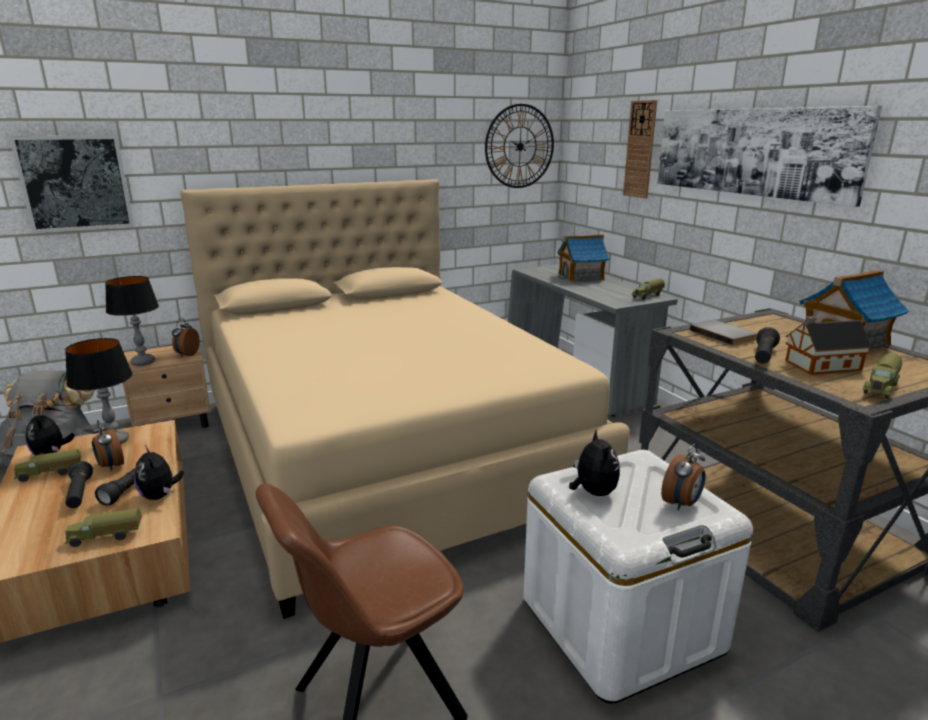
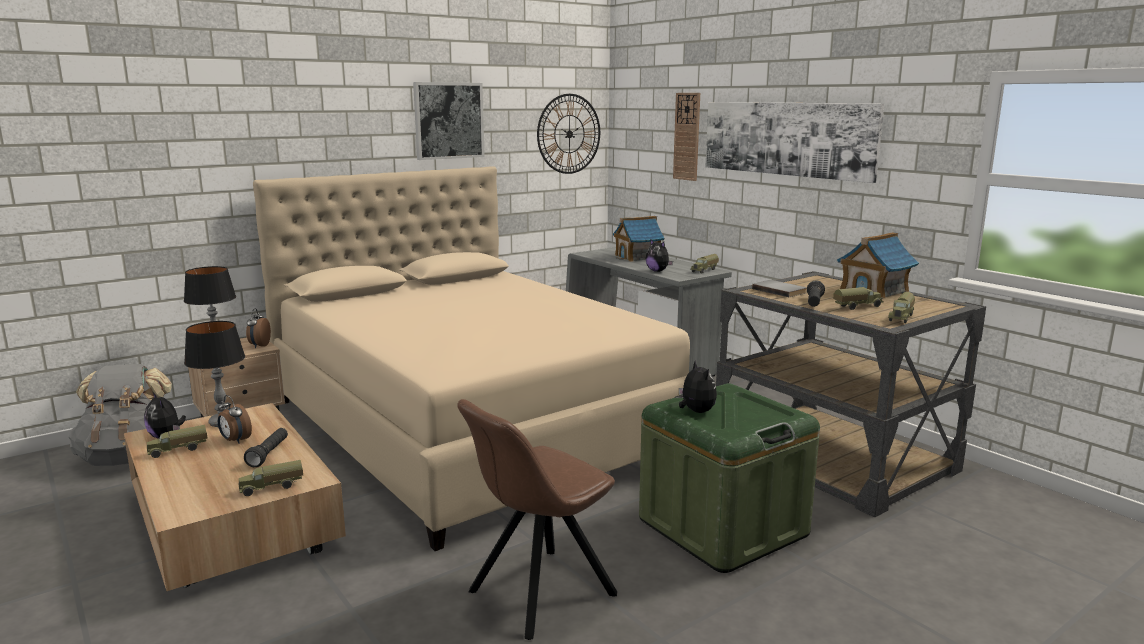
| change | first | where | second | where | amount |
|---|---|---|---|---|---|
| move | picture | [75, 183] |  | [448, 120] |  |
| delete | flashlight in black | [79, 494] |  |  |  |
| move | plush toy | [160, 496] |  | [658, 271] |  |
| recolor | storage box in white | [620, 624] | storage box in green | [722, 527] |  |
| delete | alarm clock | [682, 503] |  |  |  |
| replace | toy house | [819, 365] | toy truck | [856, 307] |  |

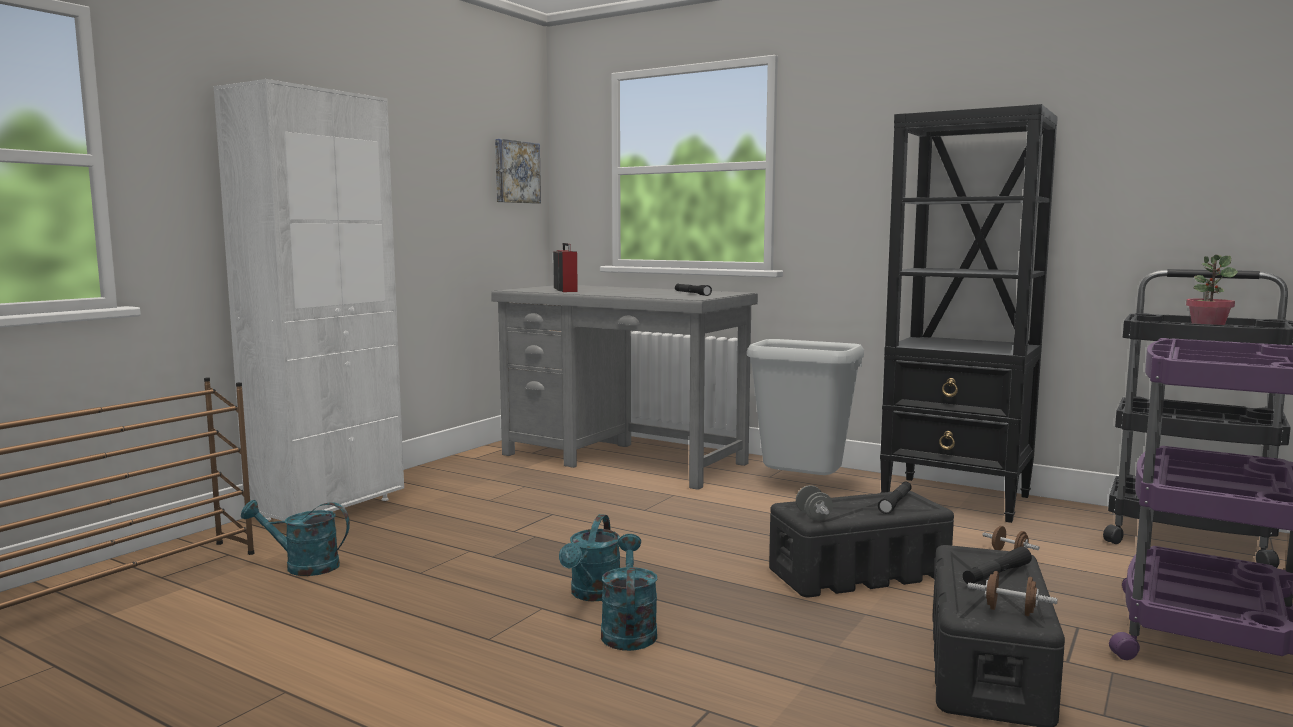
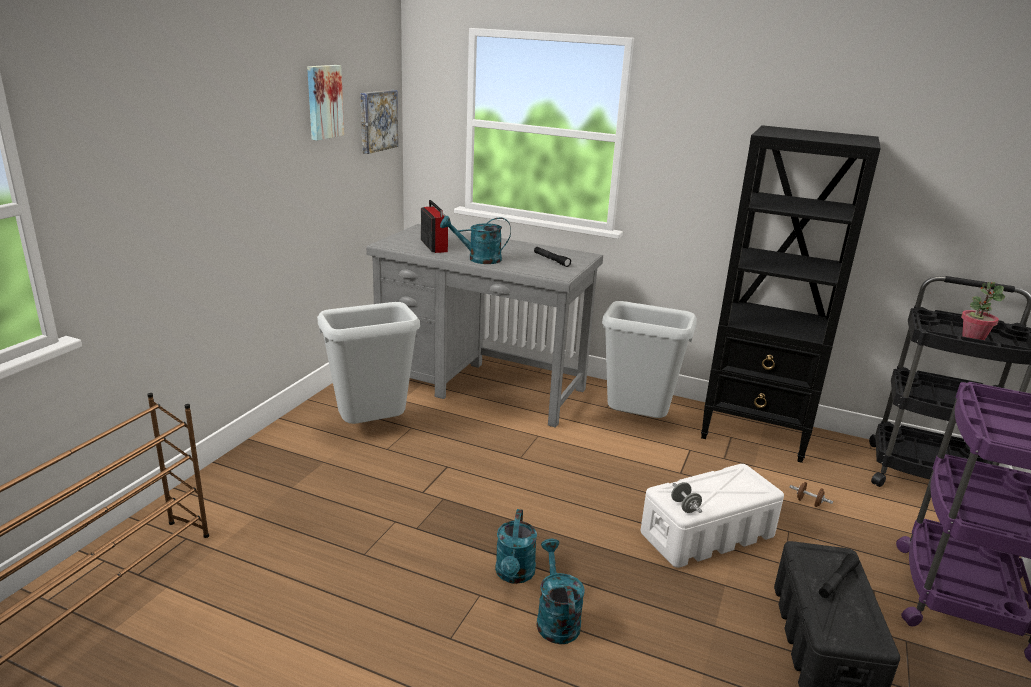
| change | first | where | second | where | amount |
|---|---|---|---|---|---|
| delete | cabinet in white | [329, 509] |  |  |  |
| move | watering can in turquoise | [303, 566] |  | [478, 259] |  |
| recolor | storage box in black | [857, 574] | storage box in white | [706, 535] |  |
| delete | flashlight in black | [895, 503] |  |  |  |
| delete | dumbbell in brown | [1010, 611] |  |  |  |
| insert |  |  | picture | [323, 102] |  |
| insert |  |  | trash can in grey | [372, 428] |  |

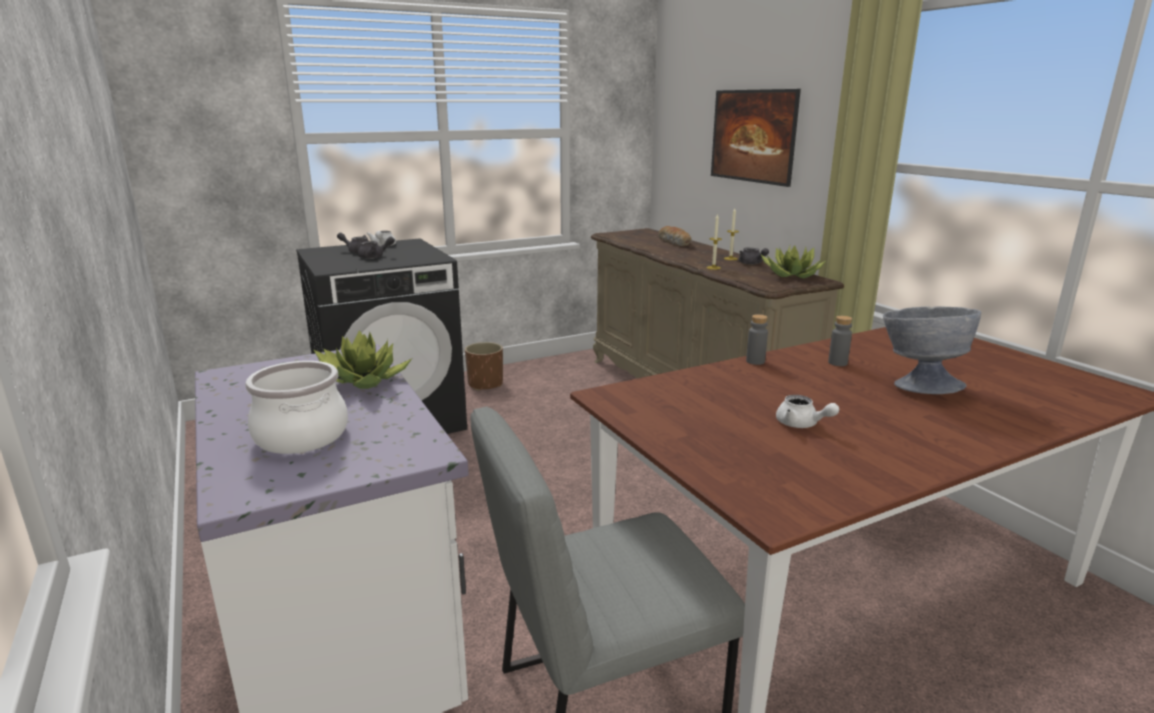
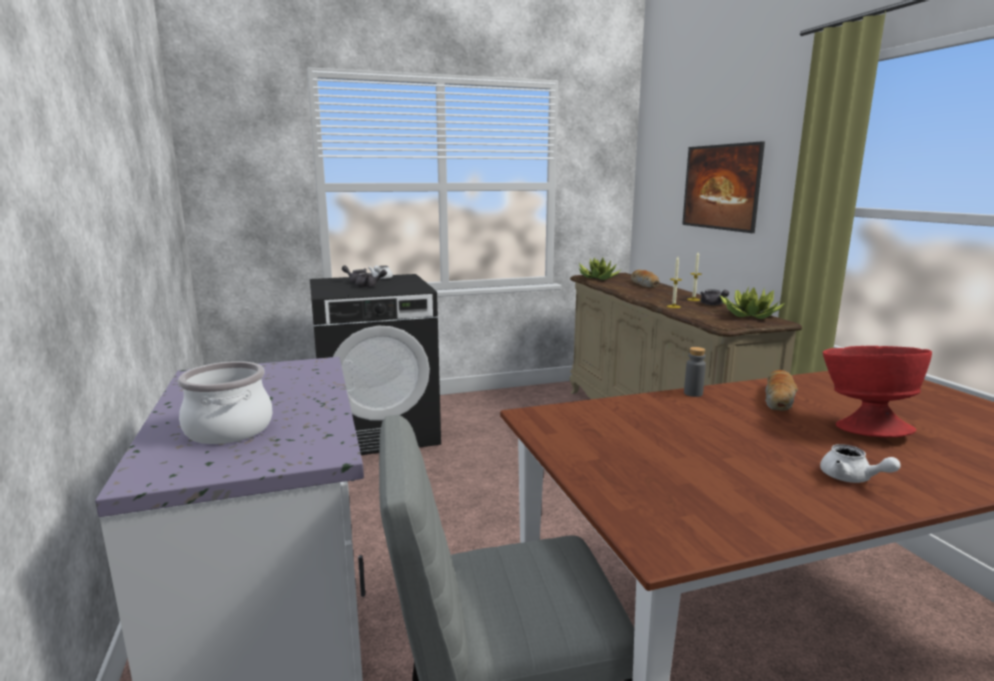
| change | first | where | second | where | amount |
|---|---|---|---|---|---|
| move | potted plant | [362, 381] |  | [598, 278] |  |
| delete | planter in brown | [485, 384] |  |  |  |
| move | teapot in white | [801, 425] |  | [851, 478] |  |
| replace | bottle in grey | [837, 363] | bread | [779, 400] |  |
| recolor | bowl in grey | [917, 386] | bowl in red | [862, 428] |  |

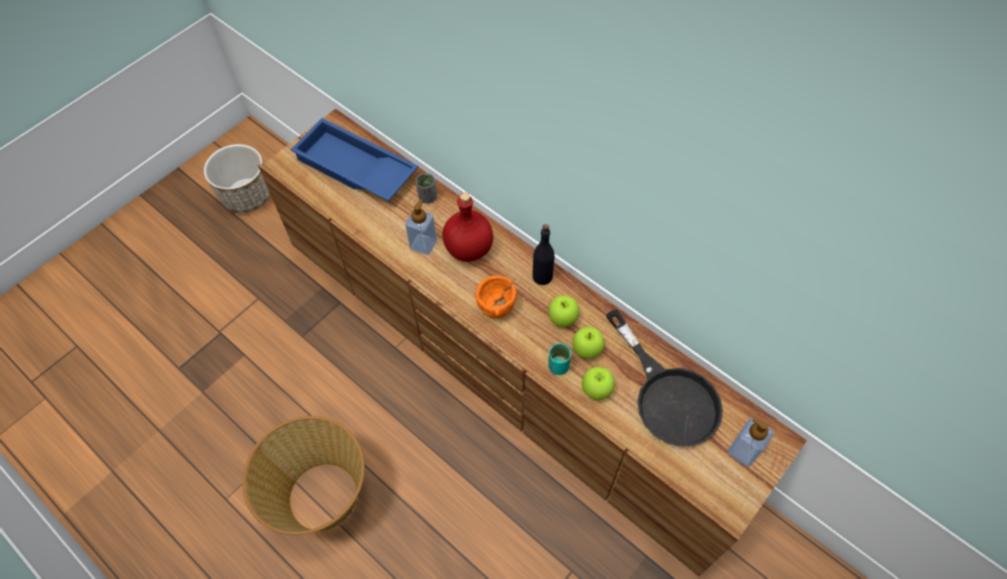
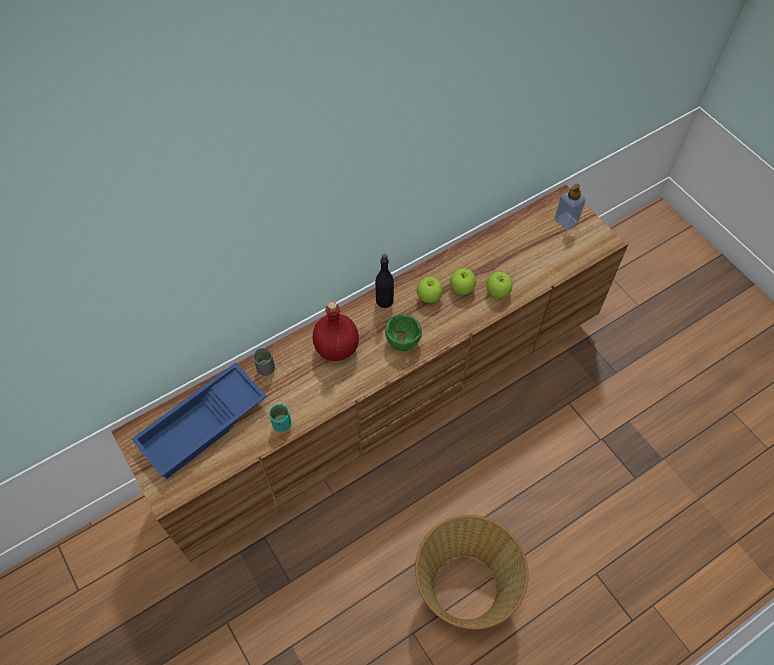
| change | first | where | second | where | amount |
|---|---|---|---|---|---|
| delete | planter | [247, 196] |  |  |  |
| delete | soap dispenser | [423, 244] |  |  |  |
| recolor | bowl in orange | [496, 306] | bowl in green | [402, 341] |  |
| move | cup in turquoise | [558, 366] |  | [282, 424] |  |
| delete | frying pan in black | [668, 395] |  |  |  |

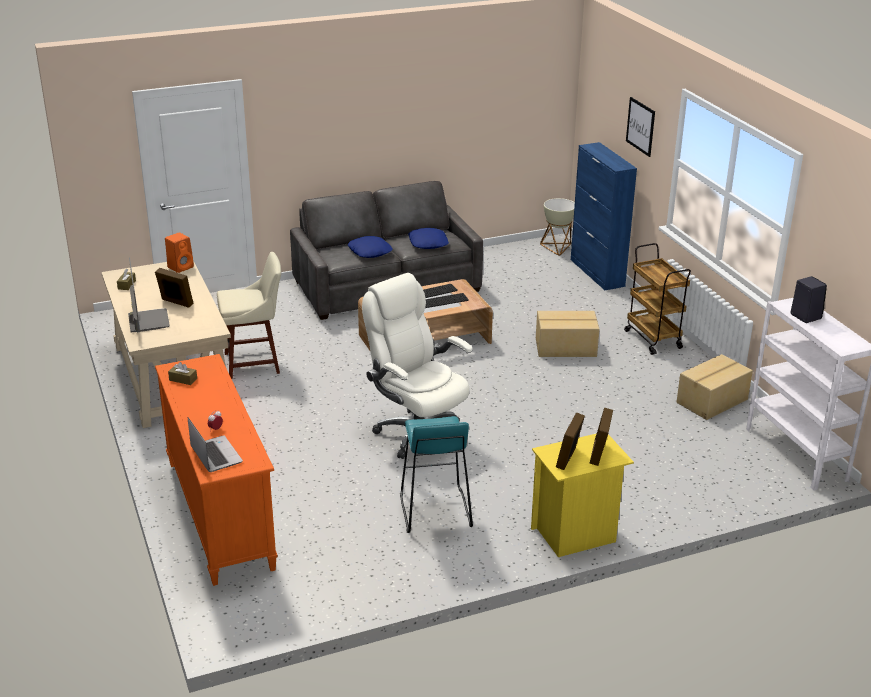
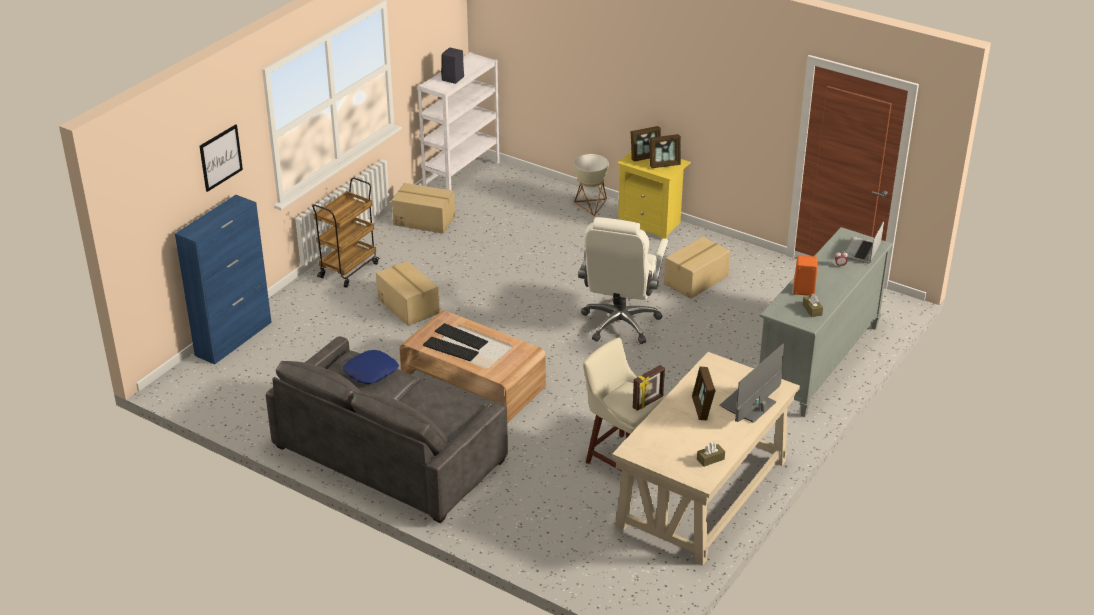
| change | first | where | second | where | amount |
|---|---|---|---|---|---|
| recolor | dresser in orange | [220, 513] | dresser in grey | [817, 362] |  |
| move | speaker in orange | [181, 267] |  | [803, 290] |  |
| delete | pillow in blue | [370, 251] |  |  |  |
| replace | stool in turquoise | [434, 511] | cardboard box | [696, 280] |  |
| move | planter | [557, 248] |  | [590, 205] |  |
| insert |  |  | picture frame | [648, 402] |  |

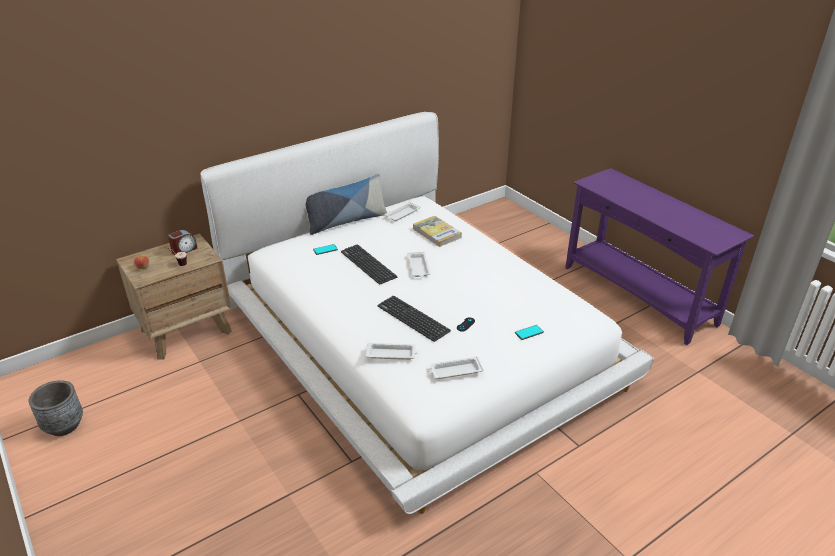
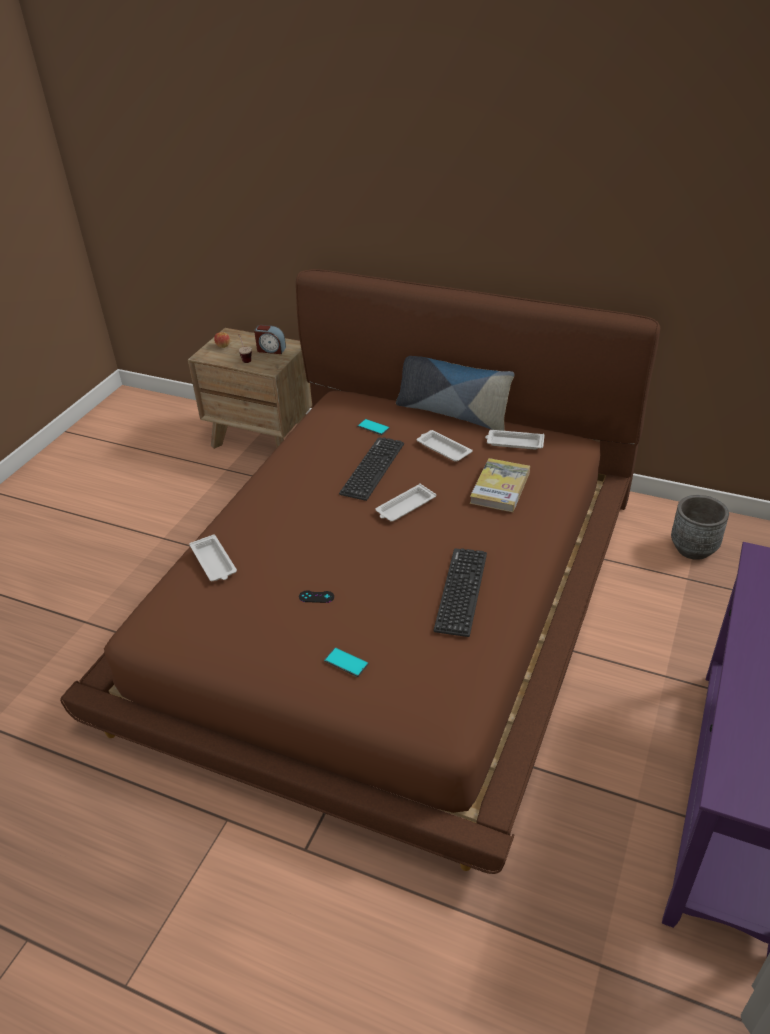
| change | first | where | second | where | amount |
|---|---|---|---|---|---|
| move | planter in grey | [64, 425] |  | [693, 548] |  |
| recolor | bed in white | [417, 340] | bed in brown | [389, 599] |  |
| move | keyboard | [413, 318] |  | [461, 591] |  |
| move | tray in white | [455, 371] |  | [443, 449] |  |

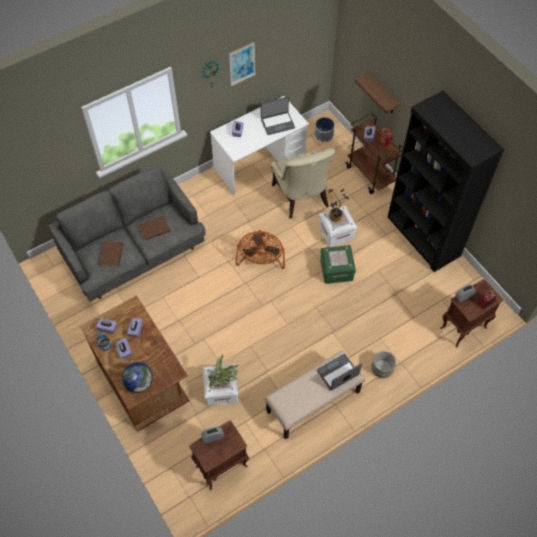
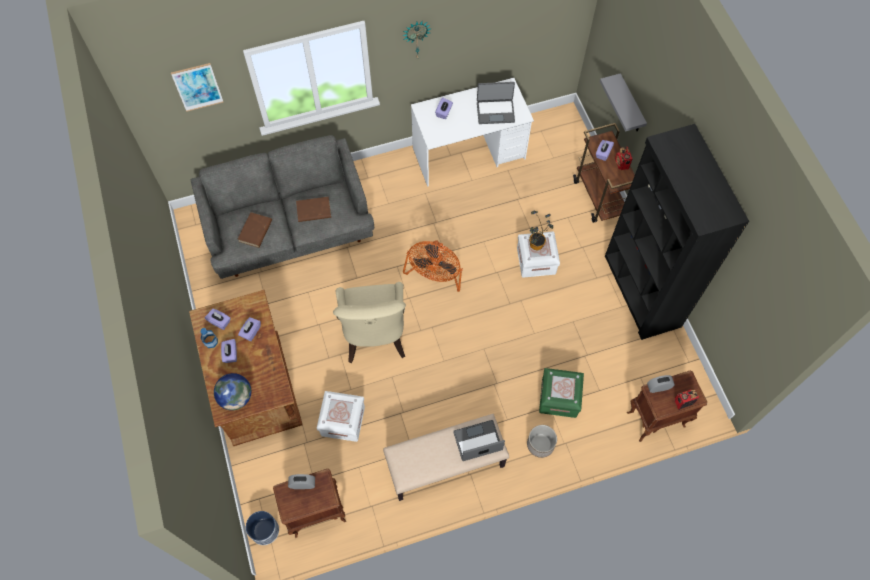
| change | first | where | second | where | amount |
|---|---|---|---|---|---|
| delete | potted plant | [224, 379] |  |  |  |
| move | picture | [242, 64] |  | [197, 87] |  |
| move | chair in beige | [301, 196] |  | [374, 333] |  |
| move | planter | [323, 135] |  | [264, 530] |  |
| move | storage box in green | [336, 270] |  | [559, 398] |  |
| recolor | shelf in brown | [382, 95] | shelf in grey | [631, 105] |  |

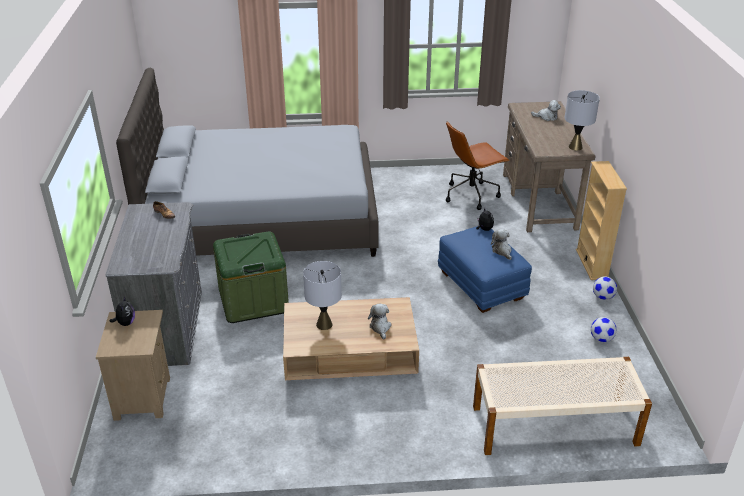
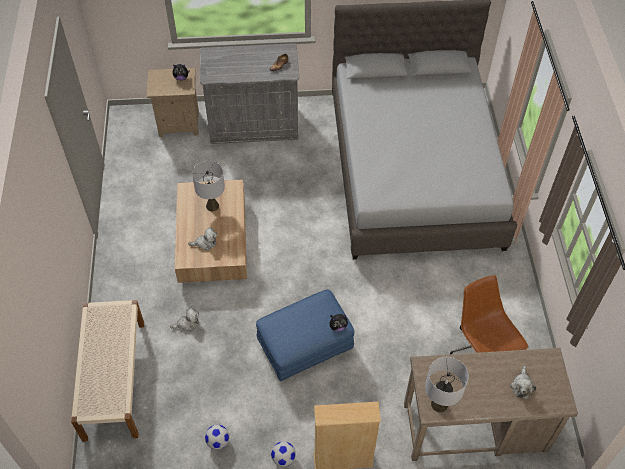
| change | first | where | second | where | amount |
|---|---|---|---|---|---|
| delete | storage box in green | [253, 300] |  |  |  |
| move | plush toy | [502, 251] |  | [187, 323] |  |

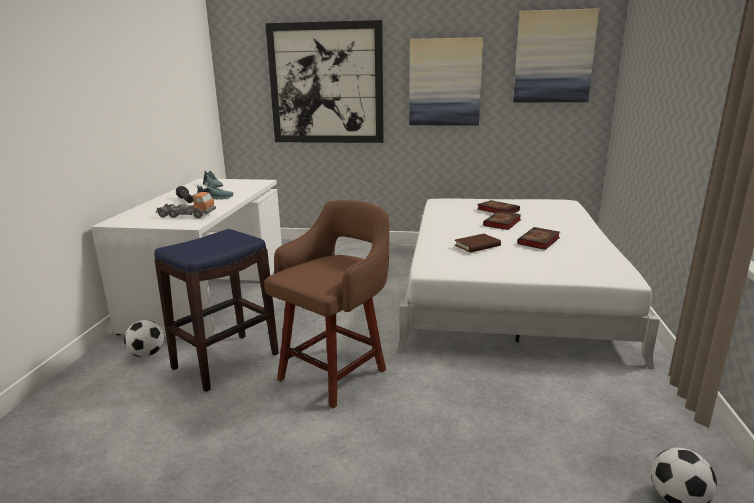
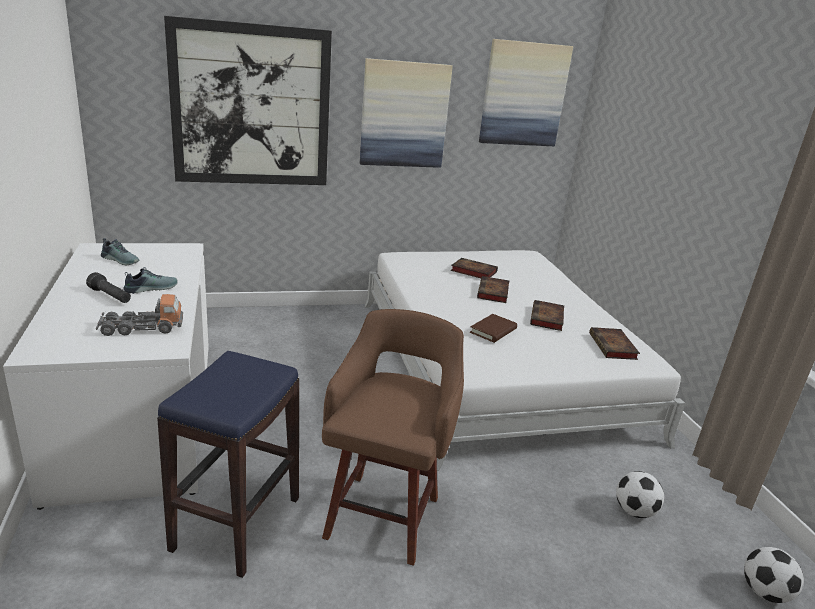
| change | first | where | second | where | amount |
|---|---|---|---|---|---|
| move | football | [147, 354] |  | [634, 511] |  |
| insert |  |  | book | [613, 347] |  |

